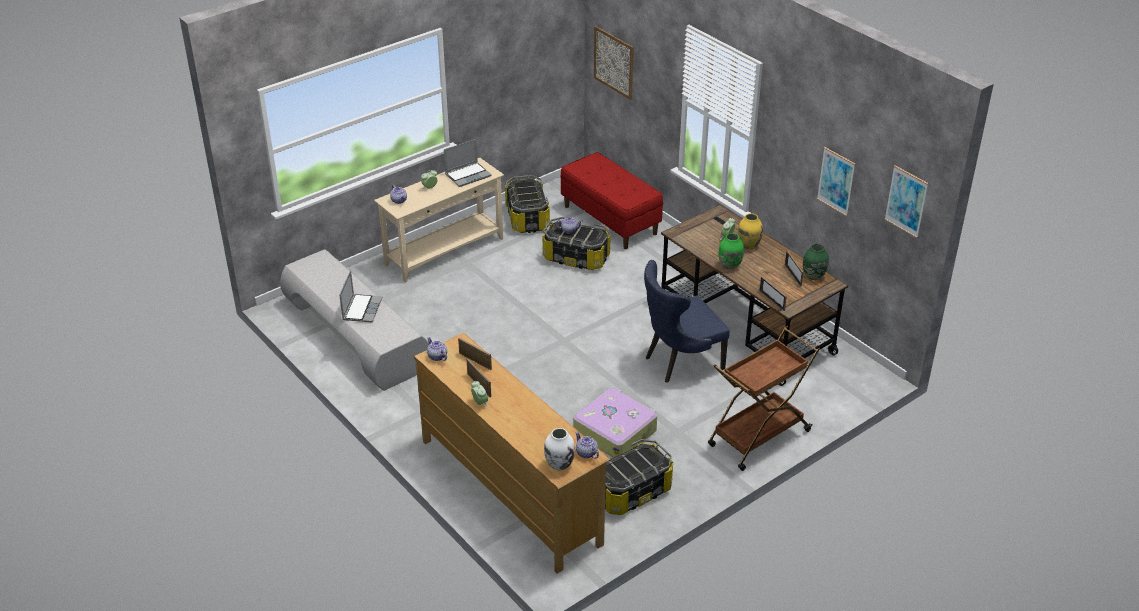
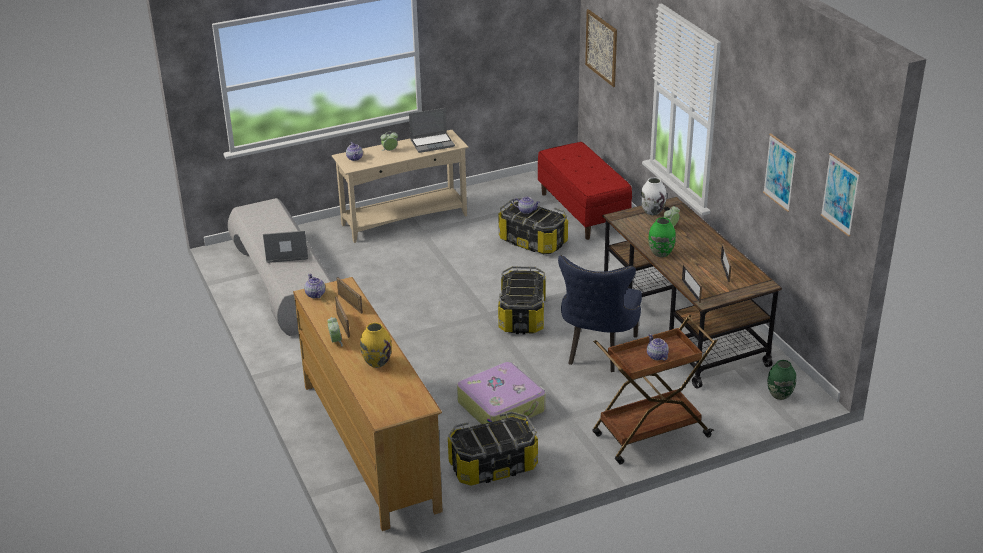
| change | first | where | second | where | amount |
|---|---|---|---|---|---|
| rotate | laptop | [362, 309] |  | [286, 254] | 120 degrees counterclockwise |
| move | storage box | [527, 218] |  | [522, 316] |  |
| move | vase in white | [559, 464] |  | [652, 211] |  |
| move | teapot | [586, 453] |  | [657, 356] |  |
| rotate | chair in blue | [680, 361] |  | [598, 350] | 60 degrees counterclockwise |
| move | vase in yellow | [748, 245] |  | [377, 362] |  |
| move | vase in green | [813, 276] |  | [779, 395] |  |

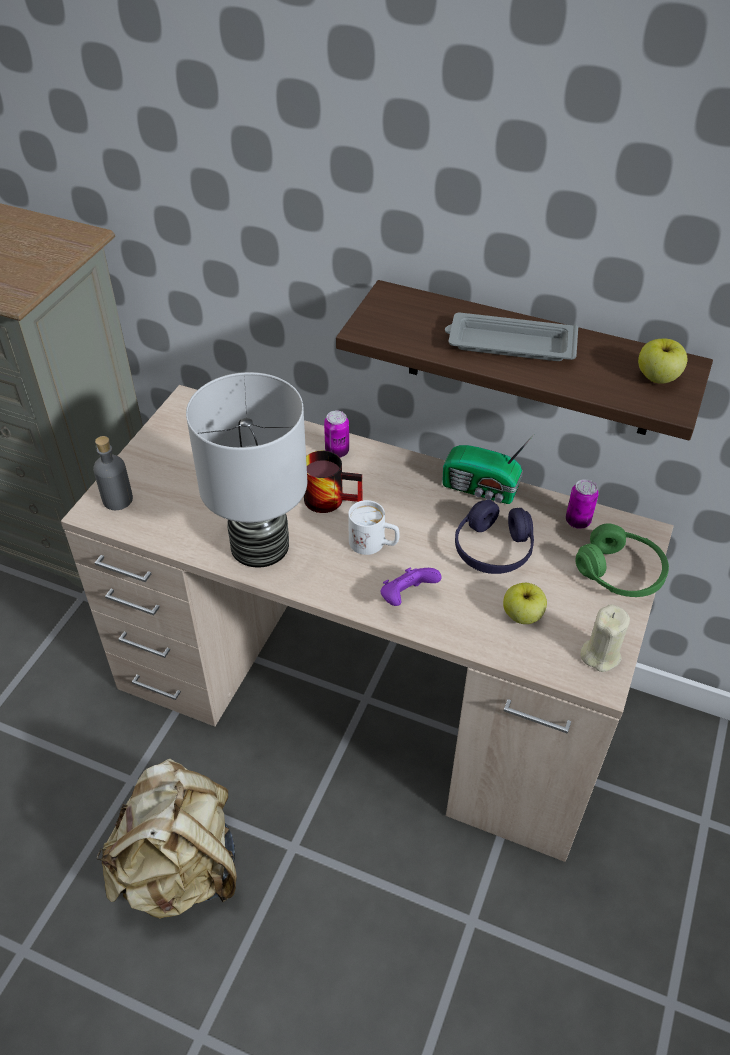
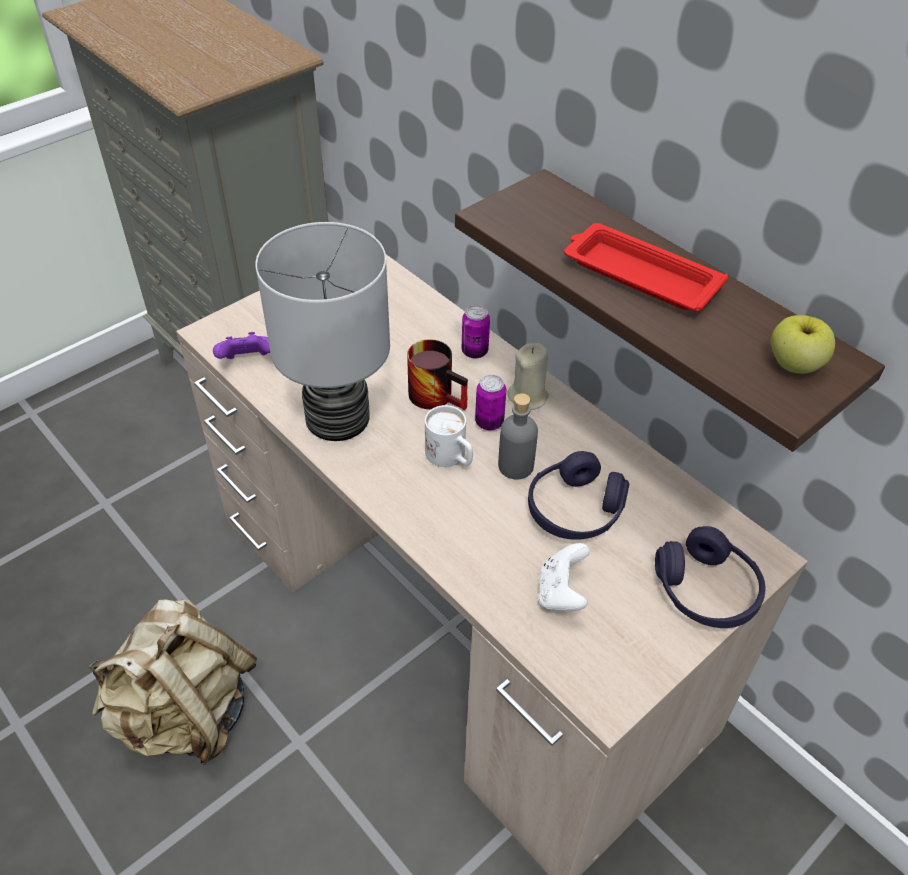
| change | first | where | second | where | amount |
|---|---|---|---|---|---|
| move | bottle in grey | [117, 499] |  | [515, 466] |  |
| move | game controller in purple | [406, 597] |  | [248, 361] |  |
| delete | radio | [481, 489] |  |  |  |
| recolor | tray in grey | [509, 344] | tray in red | [638, 275] |  |
| replace | apple | [522, 615] | game controller in white | [561, 593] |  |
| move | can | [577, 521] |  | [489, 422] |  |
| recolor | headphones in green | [620, 573] | headphones in purple | [706, 590] |  |
| move | candle in beige | [600, 654] |  | [528, 397] |  |

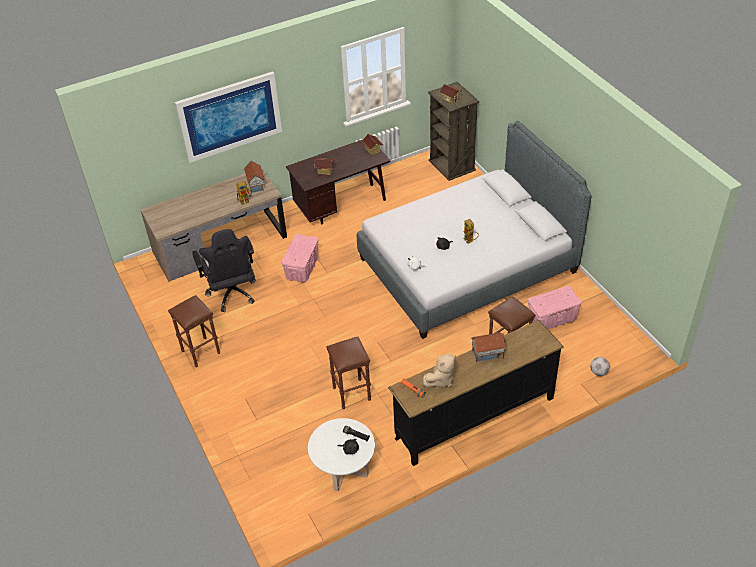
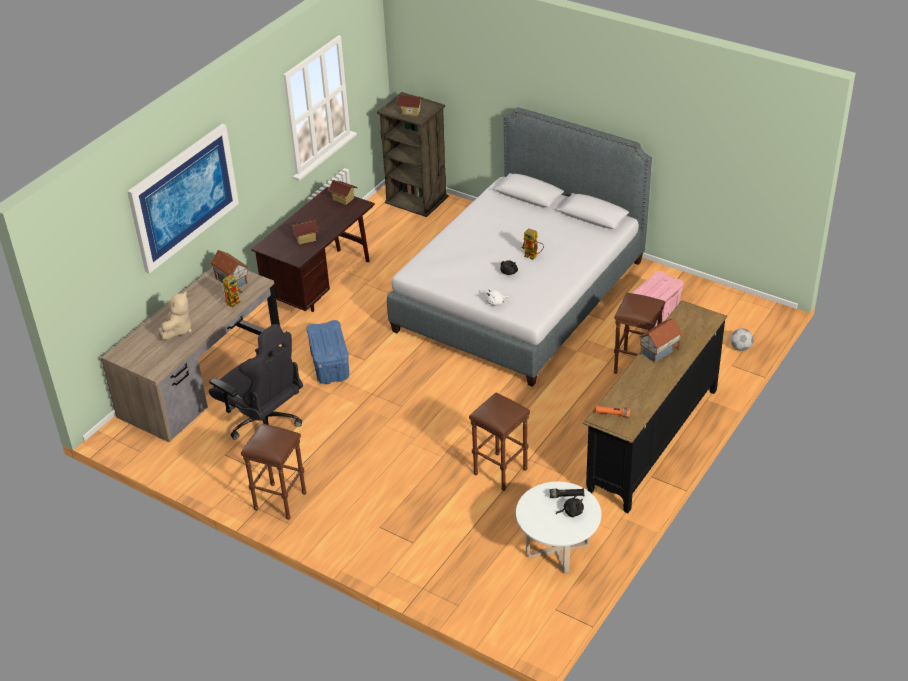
| change | first | where | second | where | amount |
|---|---|---|---|---|---|
| recolor | storage box in pink | [302, 268] | storage box in blue | [329, 366] |  |
| move | plush toy in beige | [441, 379] |  | [178, 330] |  |

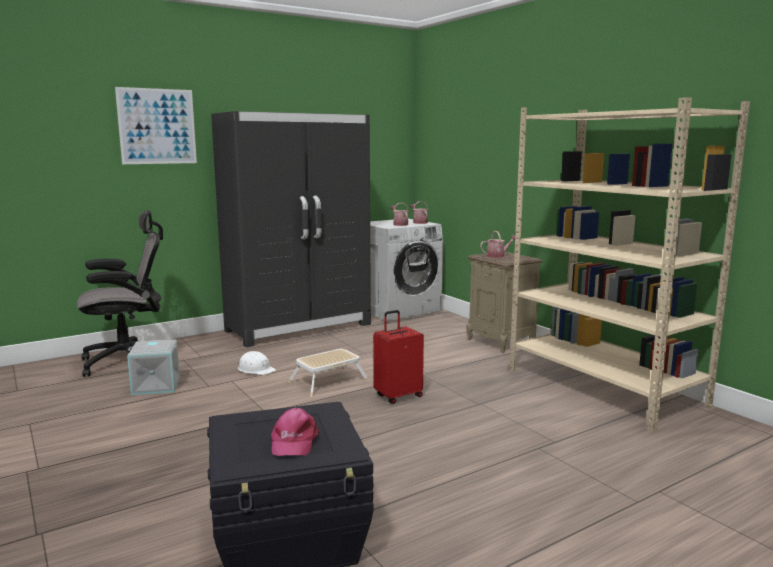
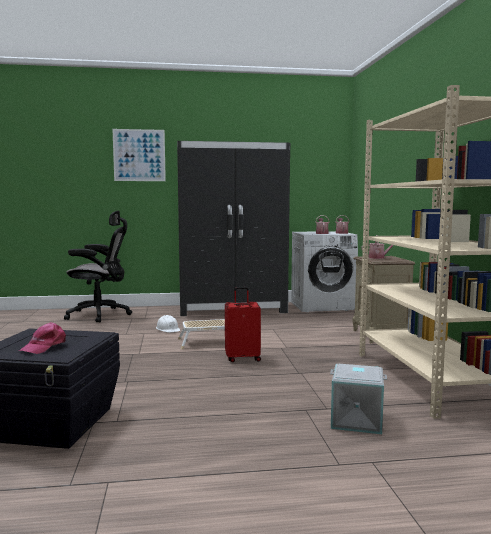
| change | first | where | second | where | amount |
|---|---|---|---|---|---|
| move | storage box in grey | [156, 385] |  | [357, 420] |  |

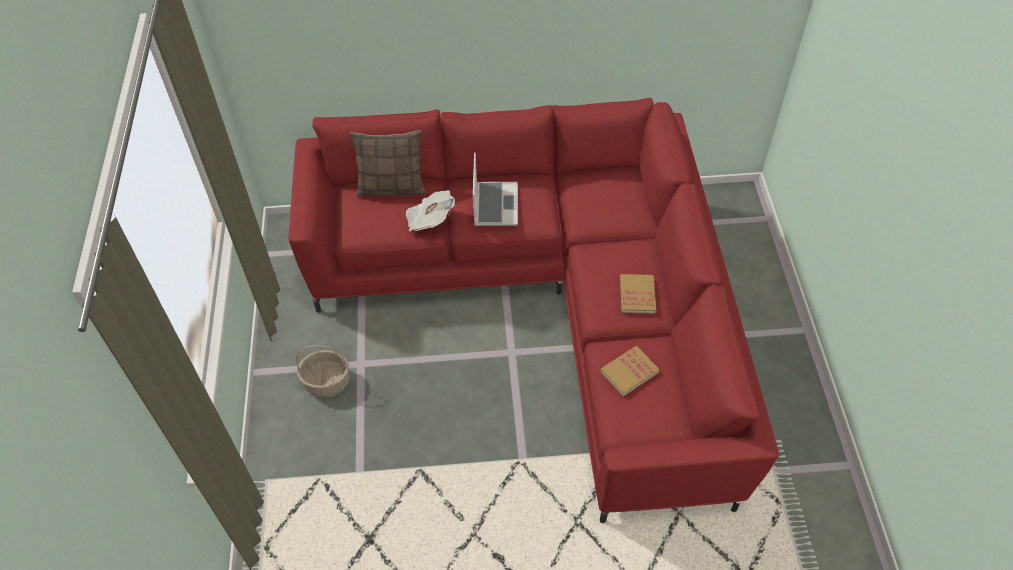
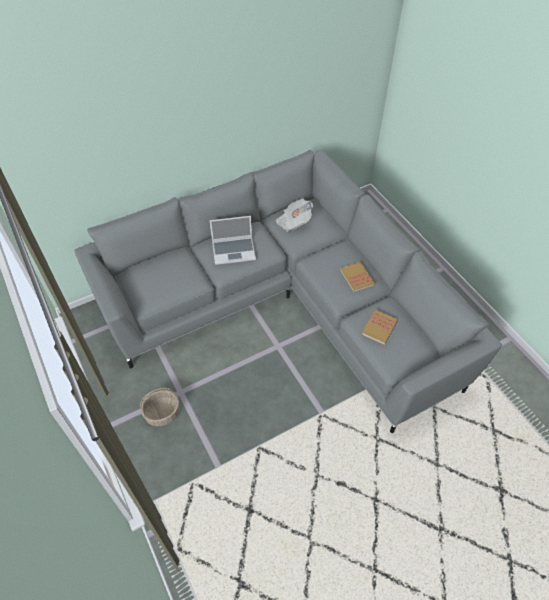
| change | first | where | second | where | amount |
|---|---|---|---|---|---|
| recolor | sofa in red | [552, 304] | sofa in grey | [287, 305] |  |
| delete | pillow | [392, 187] |  |  |  |
| move | newspaper | [429, 220] |  | [294, 222] |  |
| rotate | laptop | [495, 204] |  | [234, 251] | 105 degrees clockwise |

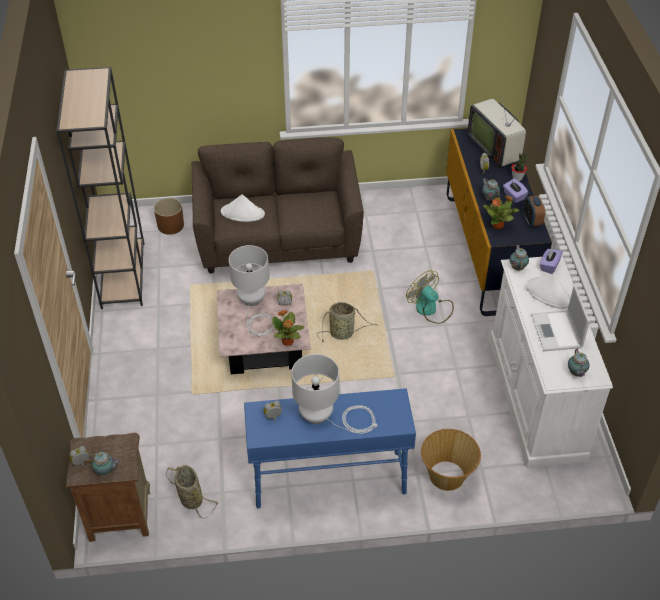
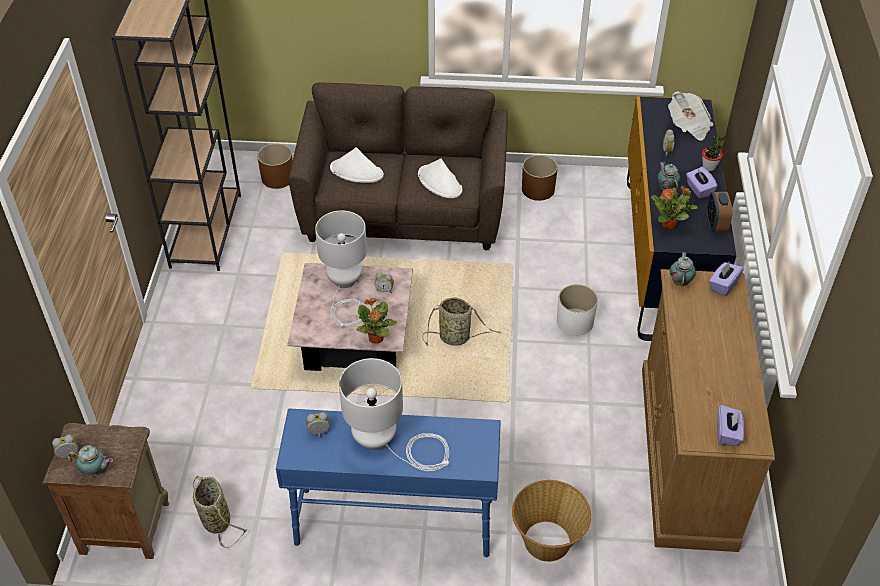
| change | first | where | second | where | amount |
|---|---|---|---|---|---|
| replace | fan | [430, 309] | planter in white | [574, 322] |  |
| replace | television | [495, 148] | newspaper | [689, 126] |  |
| recolor | cabinet in white | [535, 397] | cabinet in brown | [686, 455] |  |
| move | hat in white | [548, 294] |  | [440, 182] |  |
| delete | laptop | [557, 332] |  |  |  |
| replace | teapot | [576, 373] | tissue box in purple | [727, 433] |  |
| insert |  |  | planter in brown | [538, 189] |  |

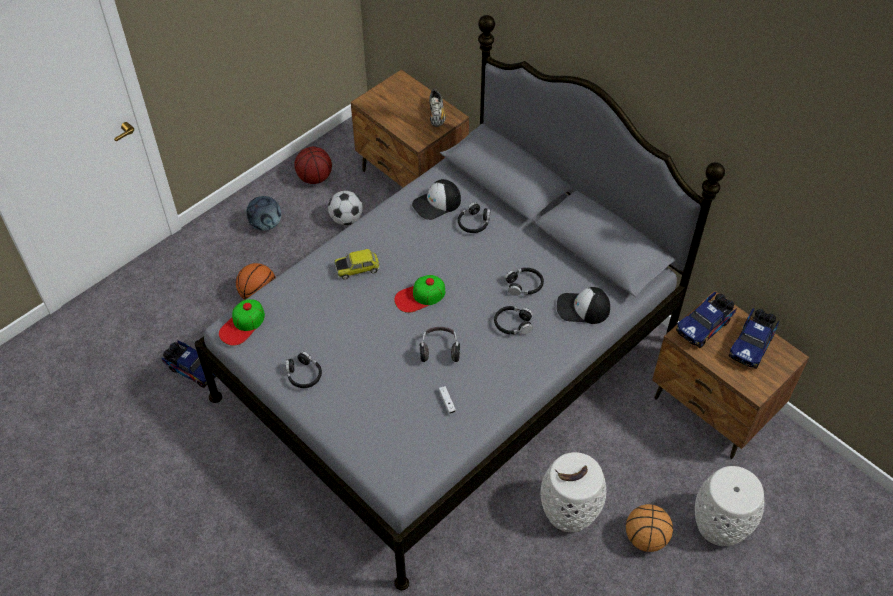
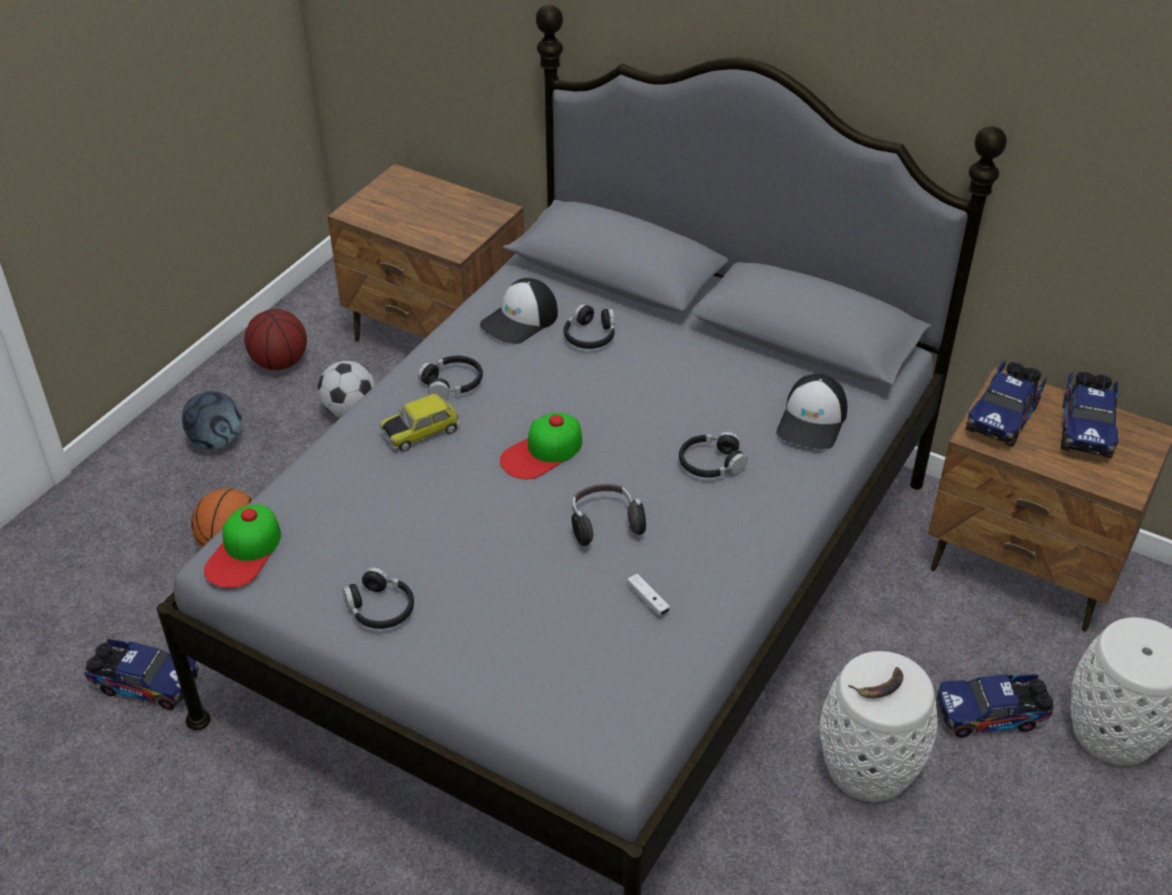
| change | first | where | second | where | amount |
|---|---|---|---|---|---|
| delete | shoe | [436, 115] |  |  |  |
| move | headphones in black | [524, 285] |  | [452, 384] |  |
| rotate | cap | [582, 308] |  | [812, 421] | 60 degrees counterclockwise |
| delete | basketball | [646, 537] |  |  |  |
| insert |  |  | toy truck | [992, 715] |  |

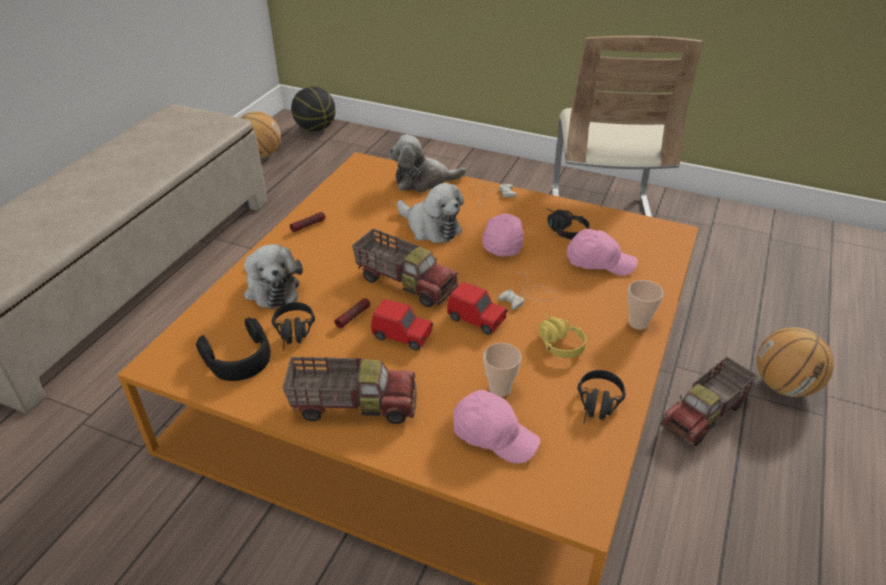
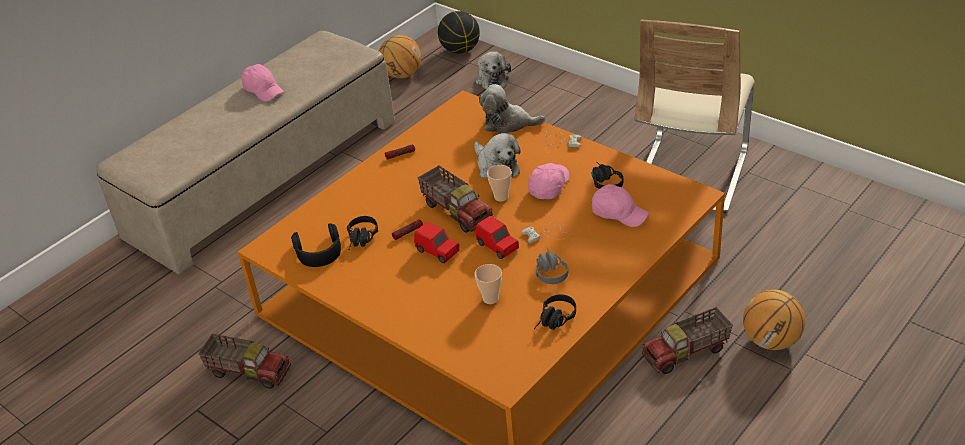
| change | first | where | second | where | amount |
|---|---|---|---|---|---|
| move | plush toy | [271, 287] |  | [492, 79] |  |
| move | toy truck | [353, 404] |  | [249, 371] |  |
| move | cap in pink | [494, 435] |  | [263, 90] |  |
| recolor | headphones in yellow | [555, 341] | headphones in grey | [549, 271] |  |
| move | cup | [638, 323] |  | [501, 197] |  |

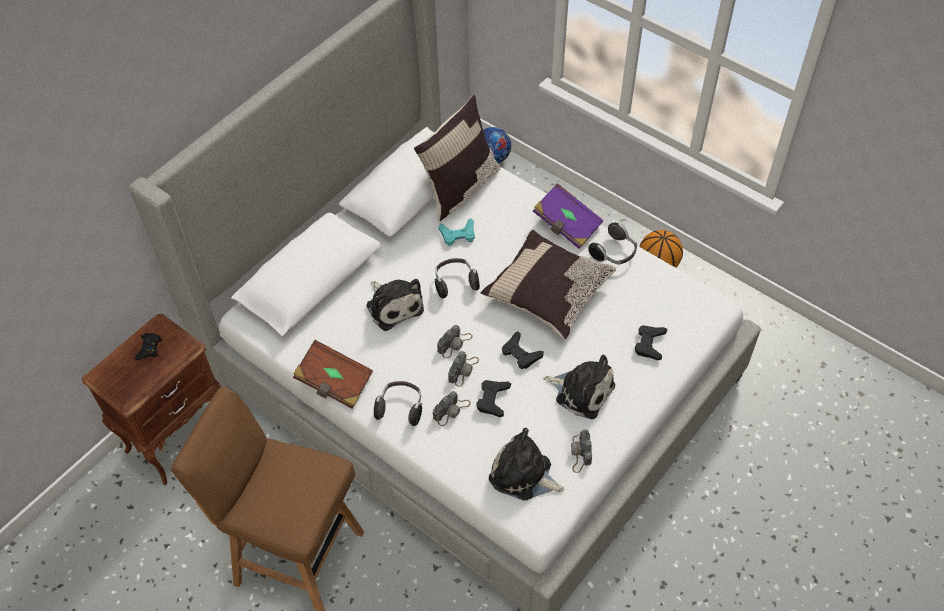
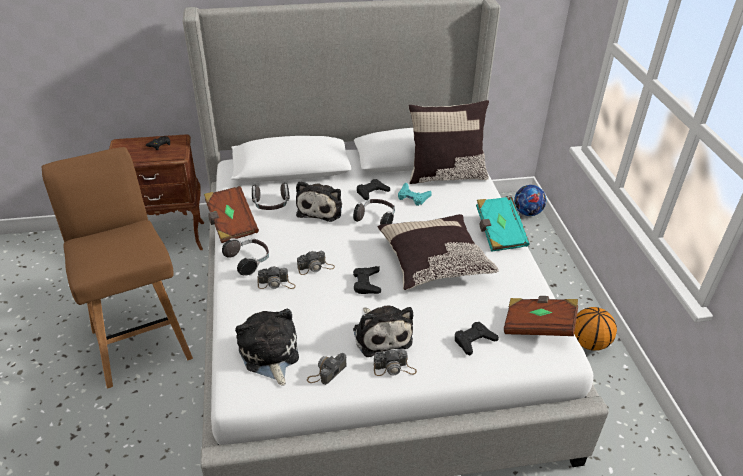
| change | first | where | second | where | amount |
|---|---|---|---|---|---|
| move | photo camera | [454, 344] |  | [394, 368] |  |
| move | game controller in black | [493, 399] |  | [372, 192] |  |
| recolor | book in purple | [566, 225] | book in turquoise | [499, 233] |  |
| move | headphones | [614, 253] |  | [271, 205] |  |
| insert |  |  | book in brown | [538, 326] |  |

